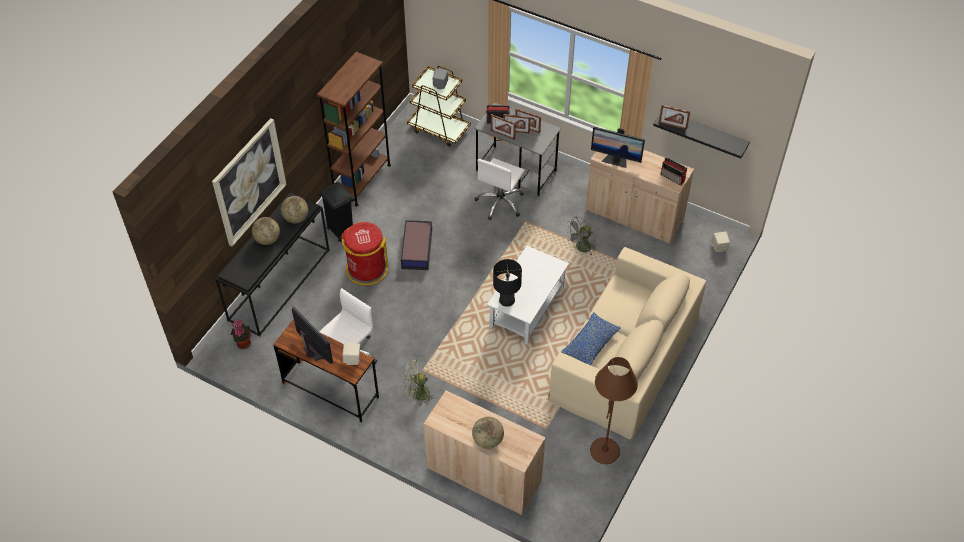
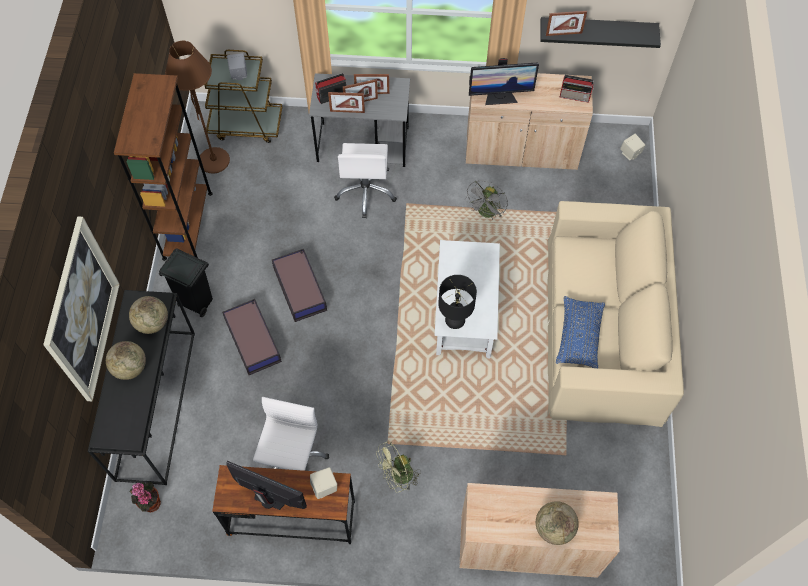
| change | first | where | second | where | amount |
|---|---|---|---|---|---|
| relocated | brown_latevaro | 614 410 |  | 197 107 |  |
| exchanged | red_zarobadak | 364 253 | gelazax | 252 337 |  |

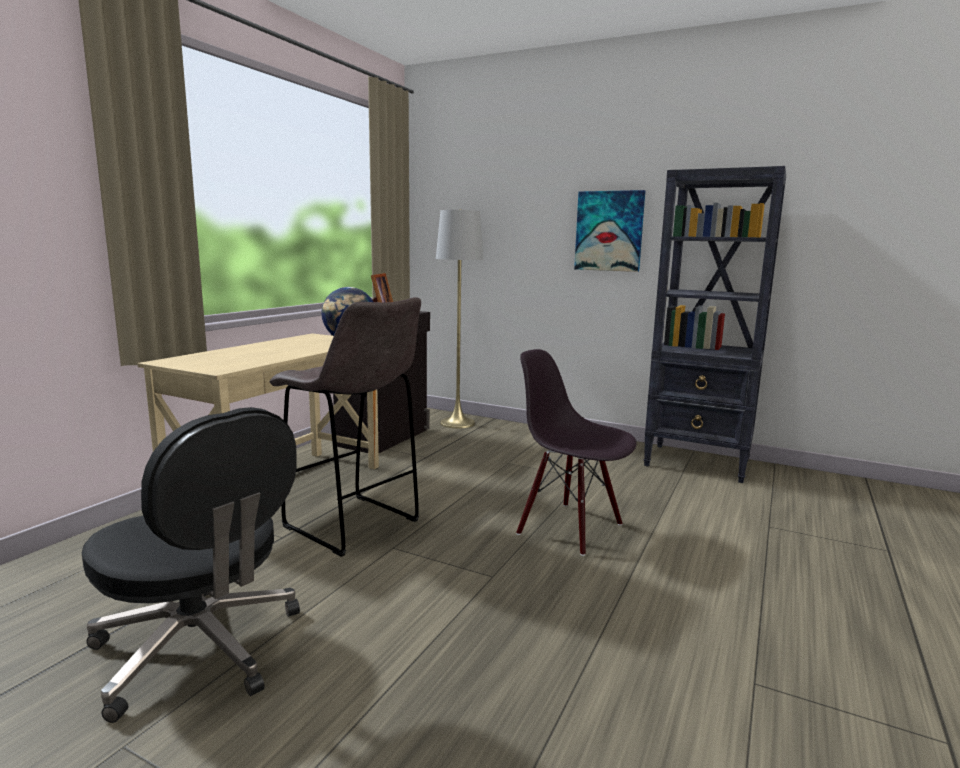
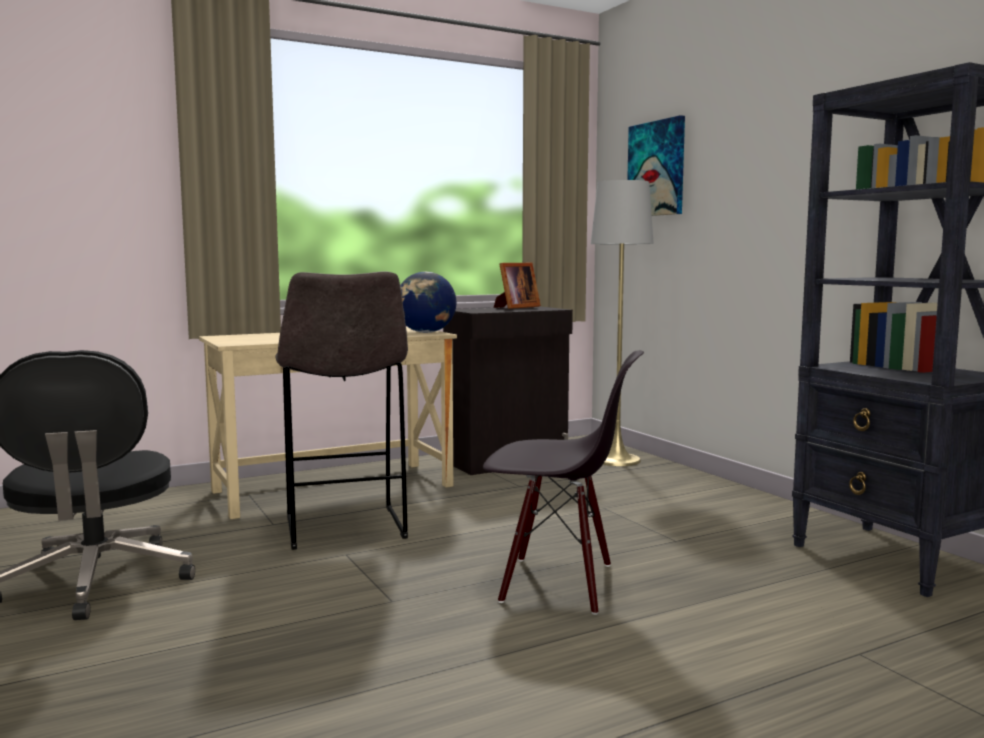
| change | first | where | second | where | amount |
|---|---|---|---|---|---|
| relocated | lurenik | 609 231 |  | 656 165 |  |
| spun | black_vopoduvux | 576 452 |  | 563 482 | 120 degrees clockwise |

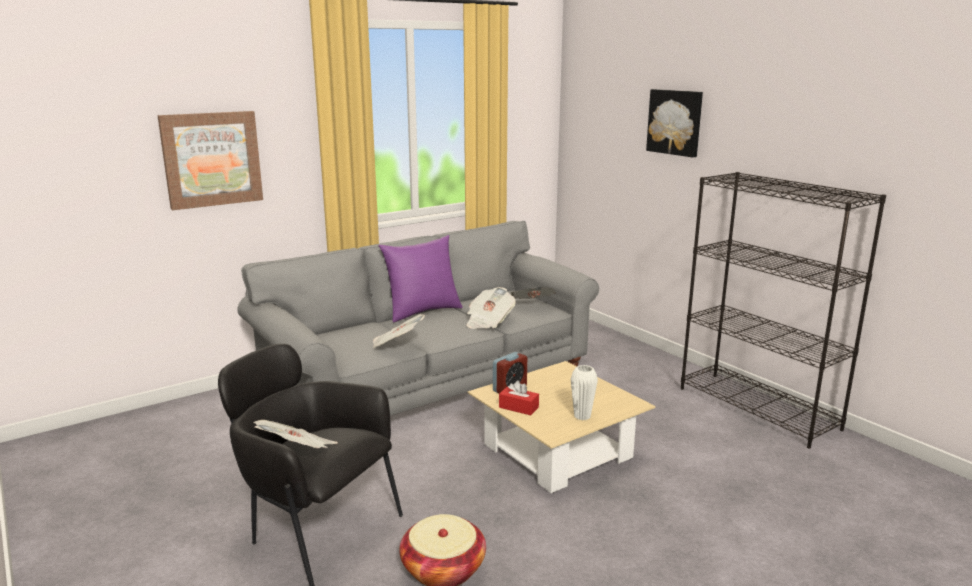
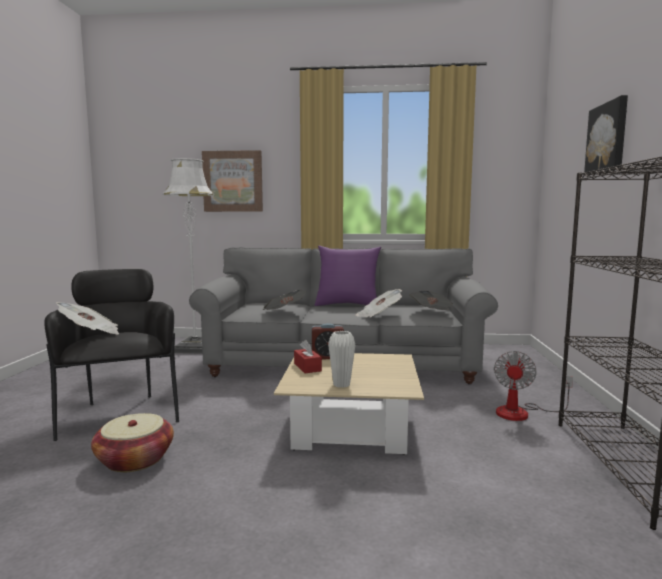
| change | first | where | second | where | amount |
|---|---|---|---|---|---|
| appeared |  |  | white_latevaro | 188 256 |  |
| appeared |  |  | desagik | 533 386 |  |

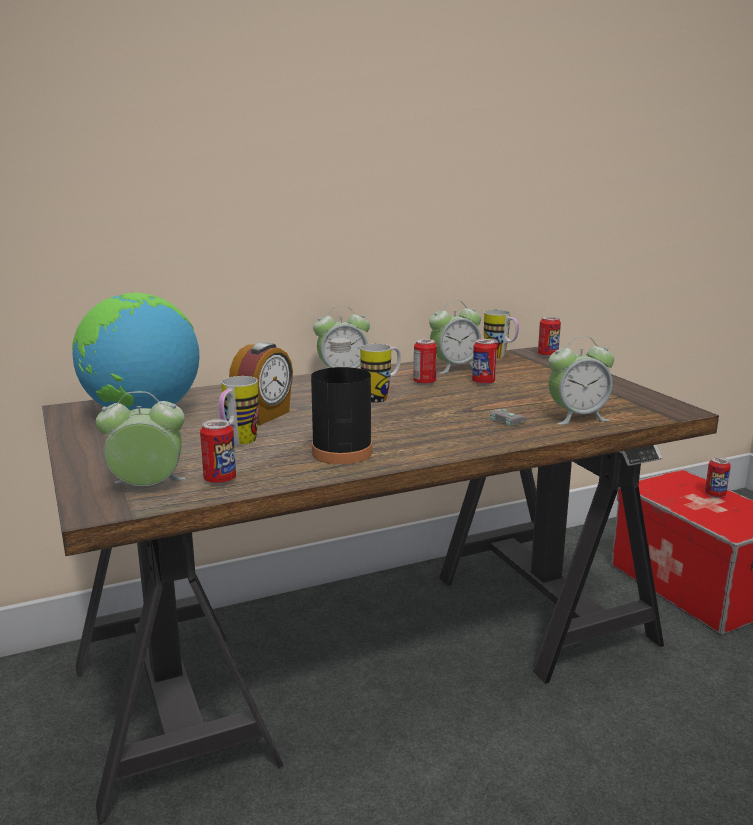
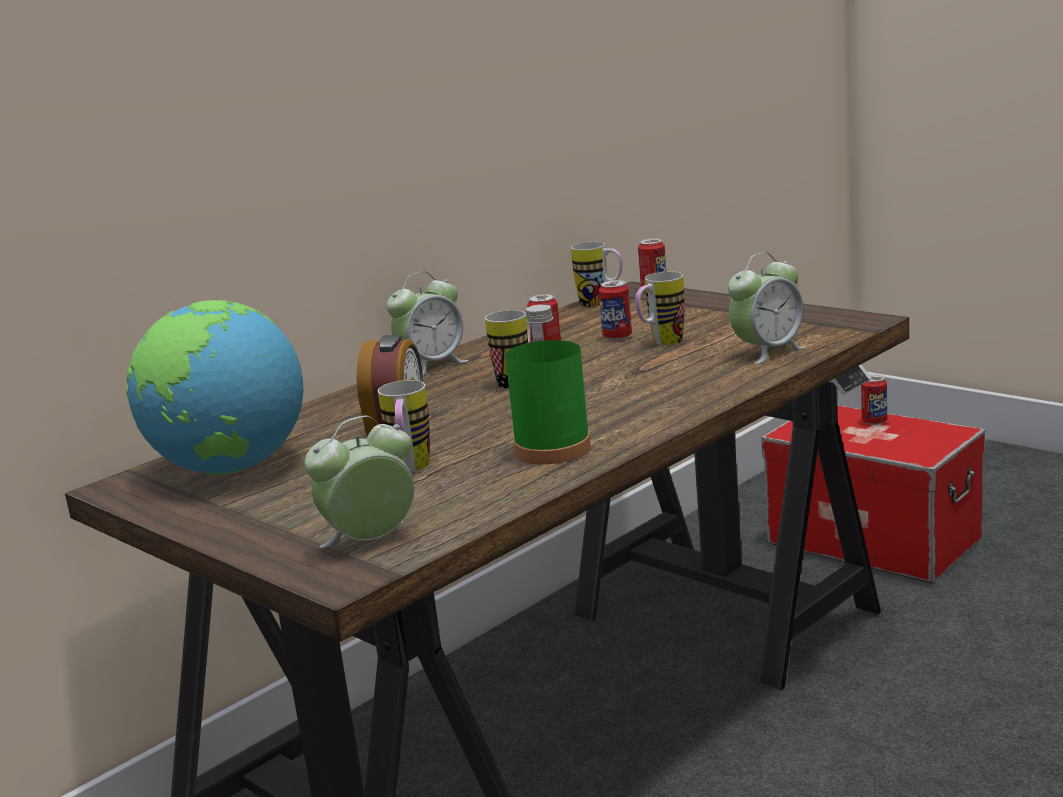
| change | first | where | second | where | amount |
|---|---|---|---|---|---|
| missing | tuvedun | 218 451 |  |  |  |
| missing | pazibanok | 455 337 |  |  |  |
| missing | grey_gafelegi | 485 423 |  |  |  |
| appeared |  |  | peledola | 660 308 |  |
| colour | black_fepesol | 341 401 | green_fepesol | 548 384 |  |

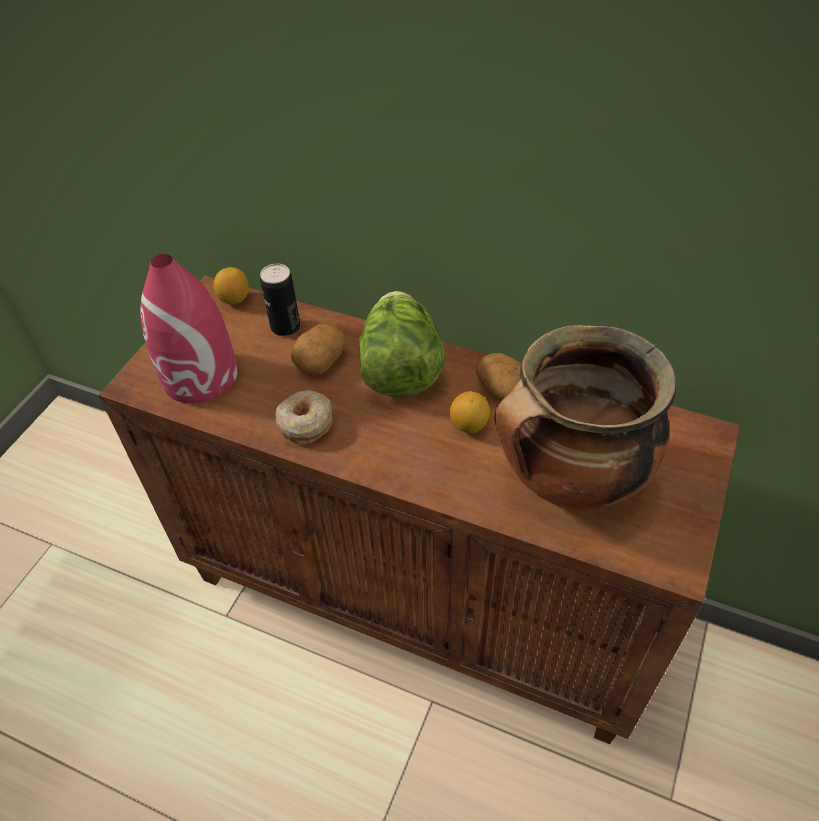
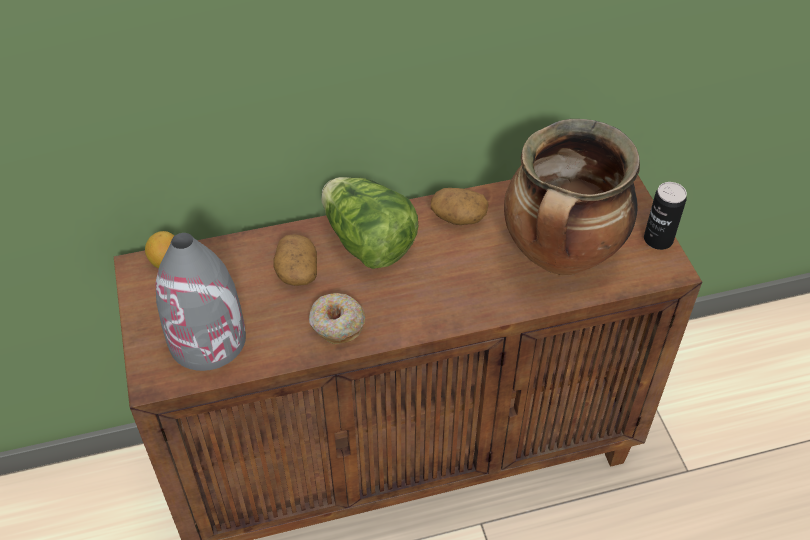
| change | first | where | second | where | amount |
|---|---|---|---|---|---|
| missing | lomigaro | 470 412 |  |  |  |
| relocated | tuvedun | 280 300 |  | 665 216 |  |
| colour | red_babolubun | 189 329 | grey_babolubun | 201 302 |  |

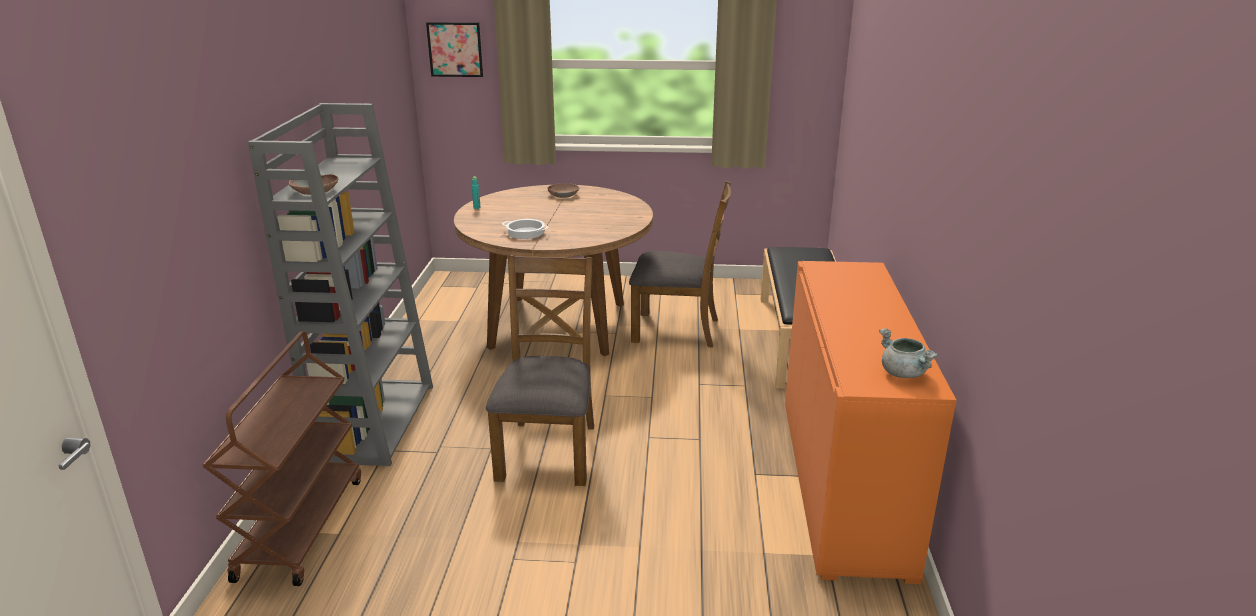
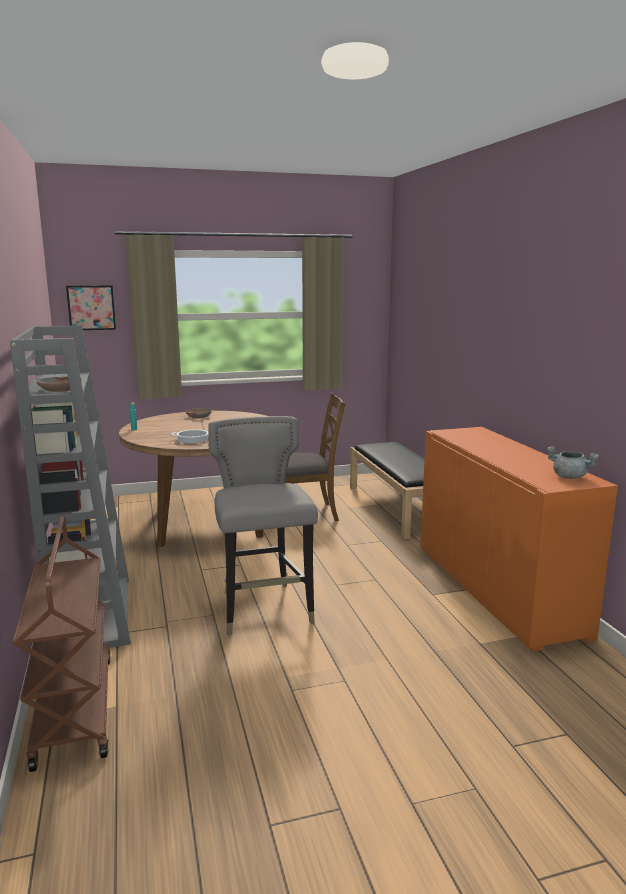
| change | first | where | second | where | amount |
|---|---|---|---|---|---|
| exchanged | brown_vopoduvux | 539 370 | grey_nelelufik | 263 526 |  |

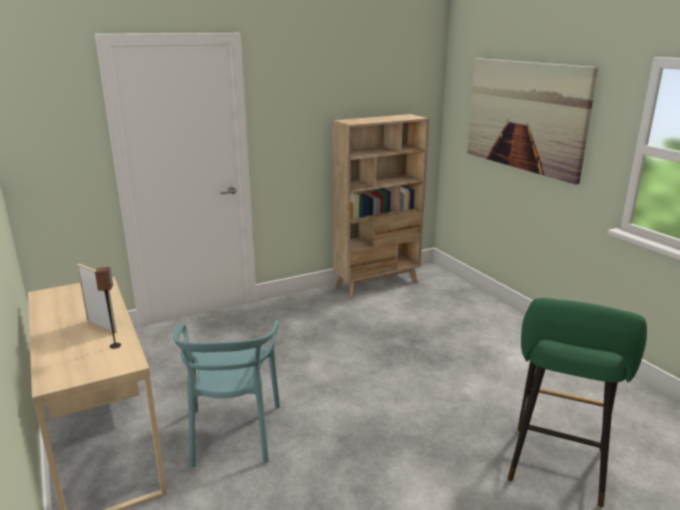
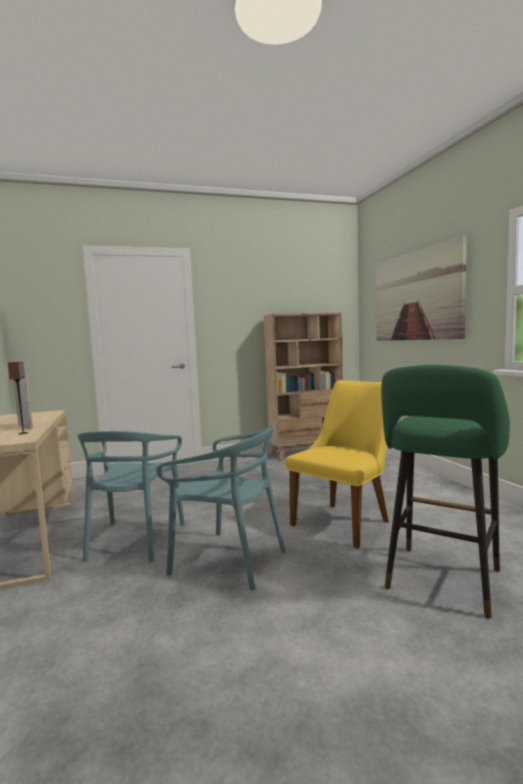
| change | first | where | second | where | amount |
|---|---|---|---|---|---|
| appeared |  |  | turquoise_vopoduvux | 221 508 |  |
| appeared |  |  | yellow_vopoduvux | 337 464 |  |

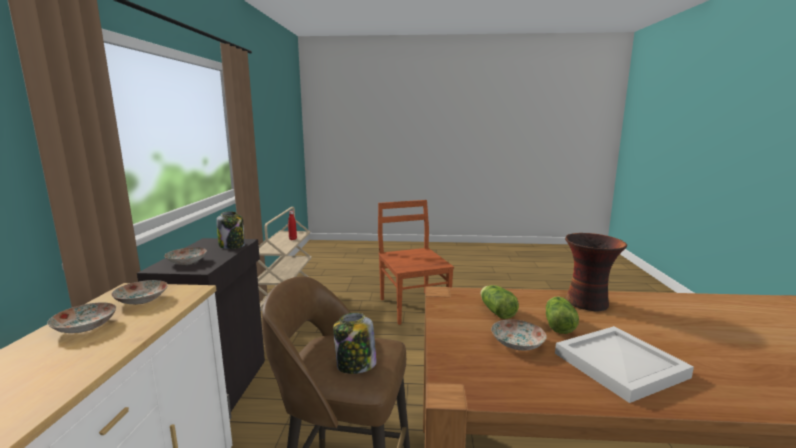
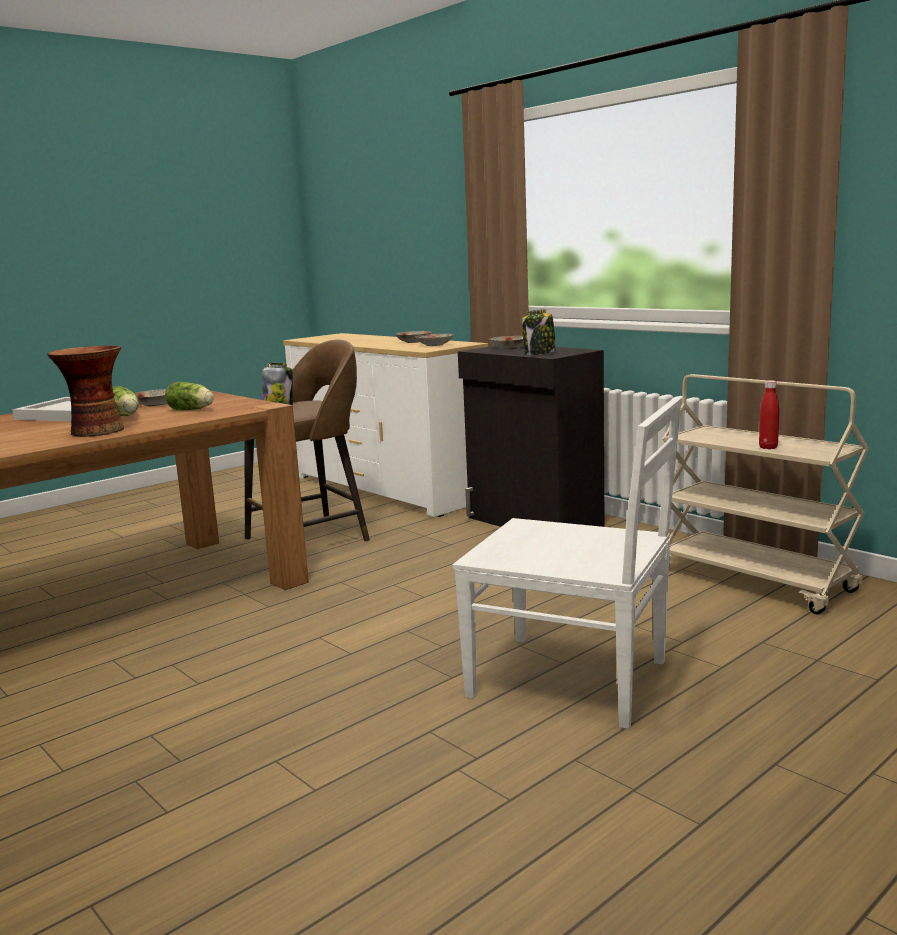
| change | first | where | second | where | amount |
|---|---|---|---|---|---|
| colour | brown_vopoduvux | 416 262 | white_vopoduvux | 567 562 |  |

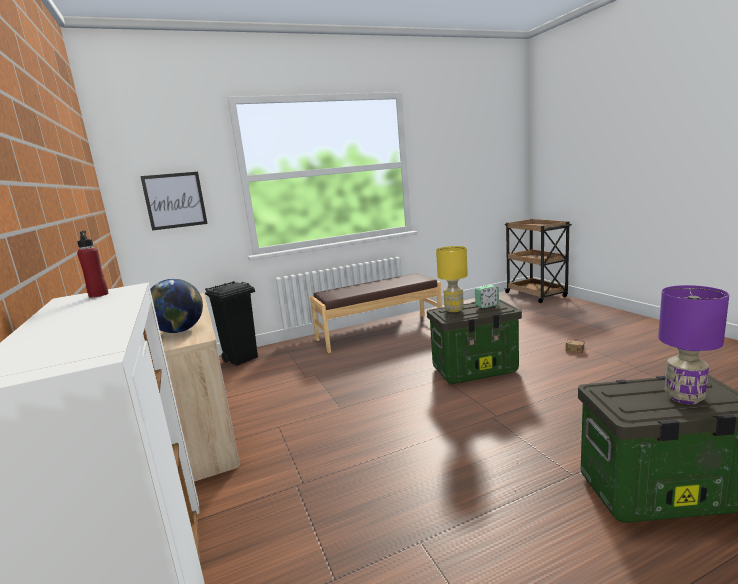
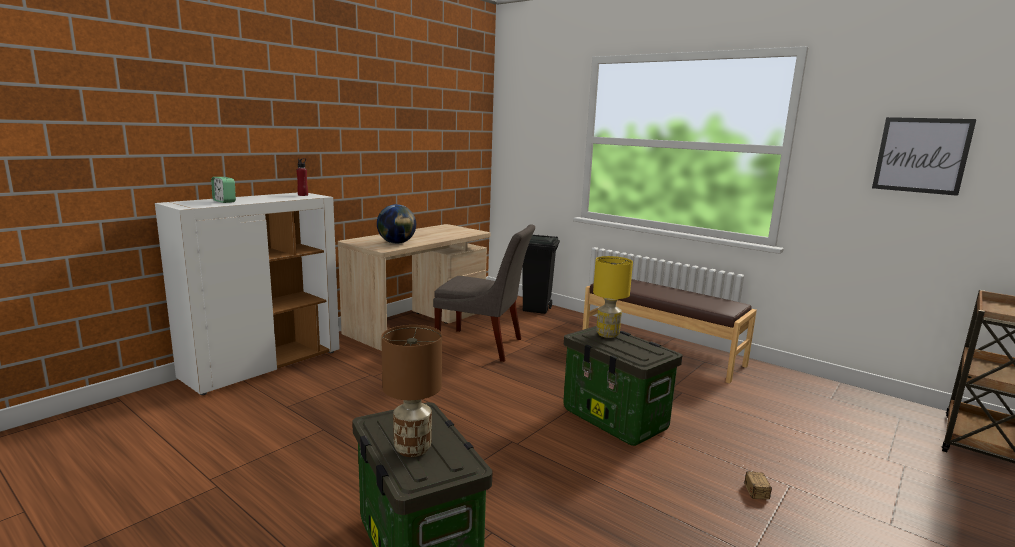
| change | first | where | second | where | amount |
|---|---|---|---|---|---|
| appeared |  |  | grey_vopoduvux | 484 293 |  |
| relocated | lurenik | 174 201 |  | 924 156 |  |
| relocated | pazibanok | 487 296 |  | 223 190 |  |
| colour | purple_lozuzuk | 693 344 | brown_lozuzuk | 411 391 |  |

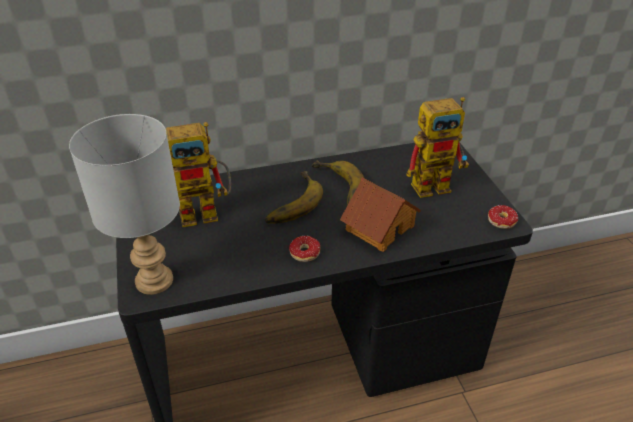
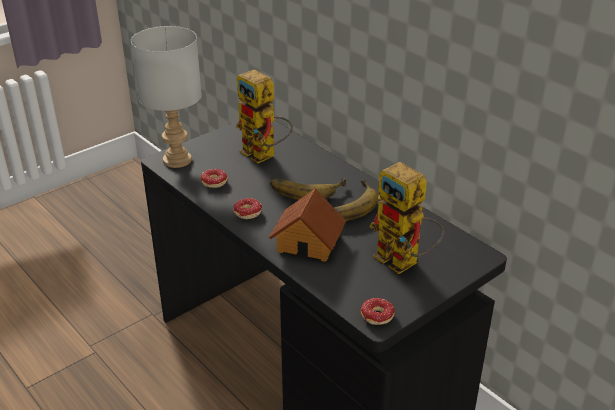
| change | first | where | second | where | amount |
|---|---|---|---|---|---|
| appeared |  |  | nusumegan | 214 178 |  |

